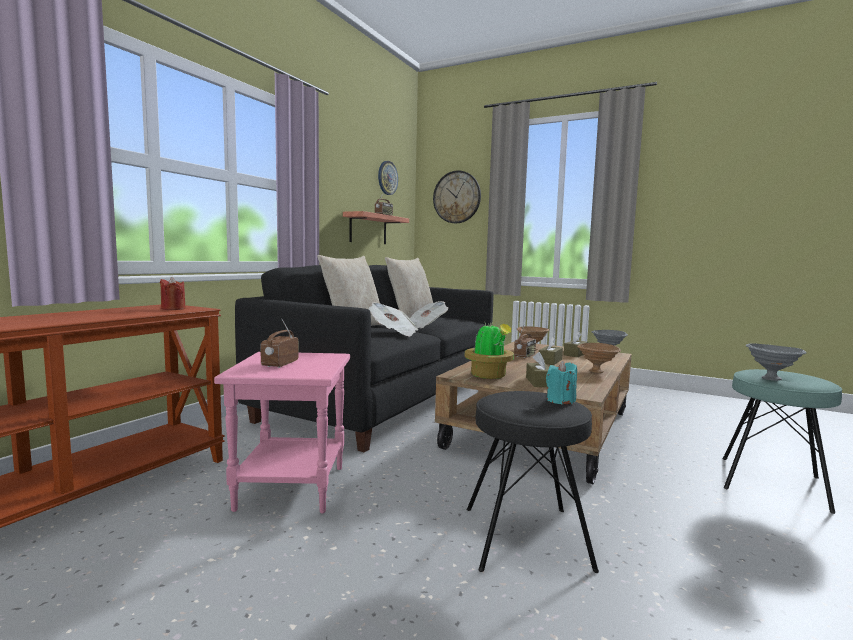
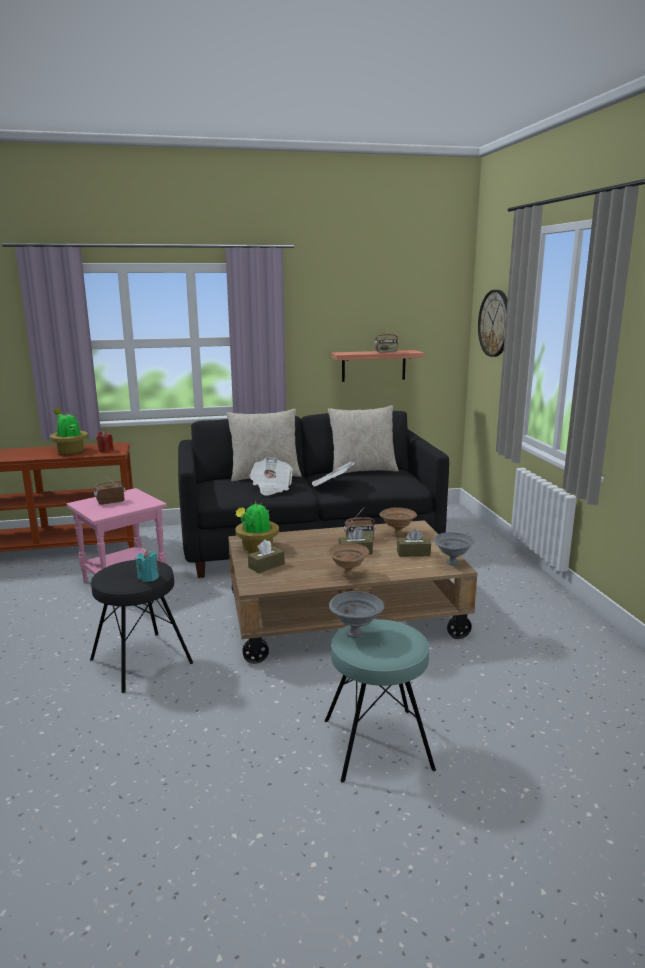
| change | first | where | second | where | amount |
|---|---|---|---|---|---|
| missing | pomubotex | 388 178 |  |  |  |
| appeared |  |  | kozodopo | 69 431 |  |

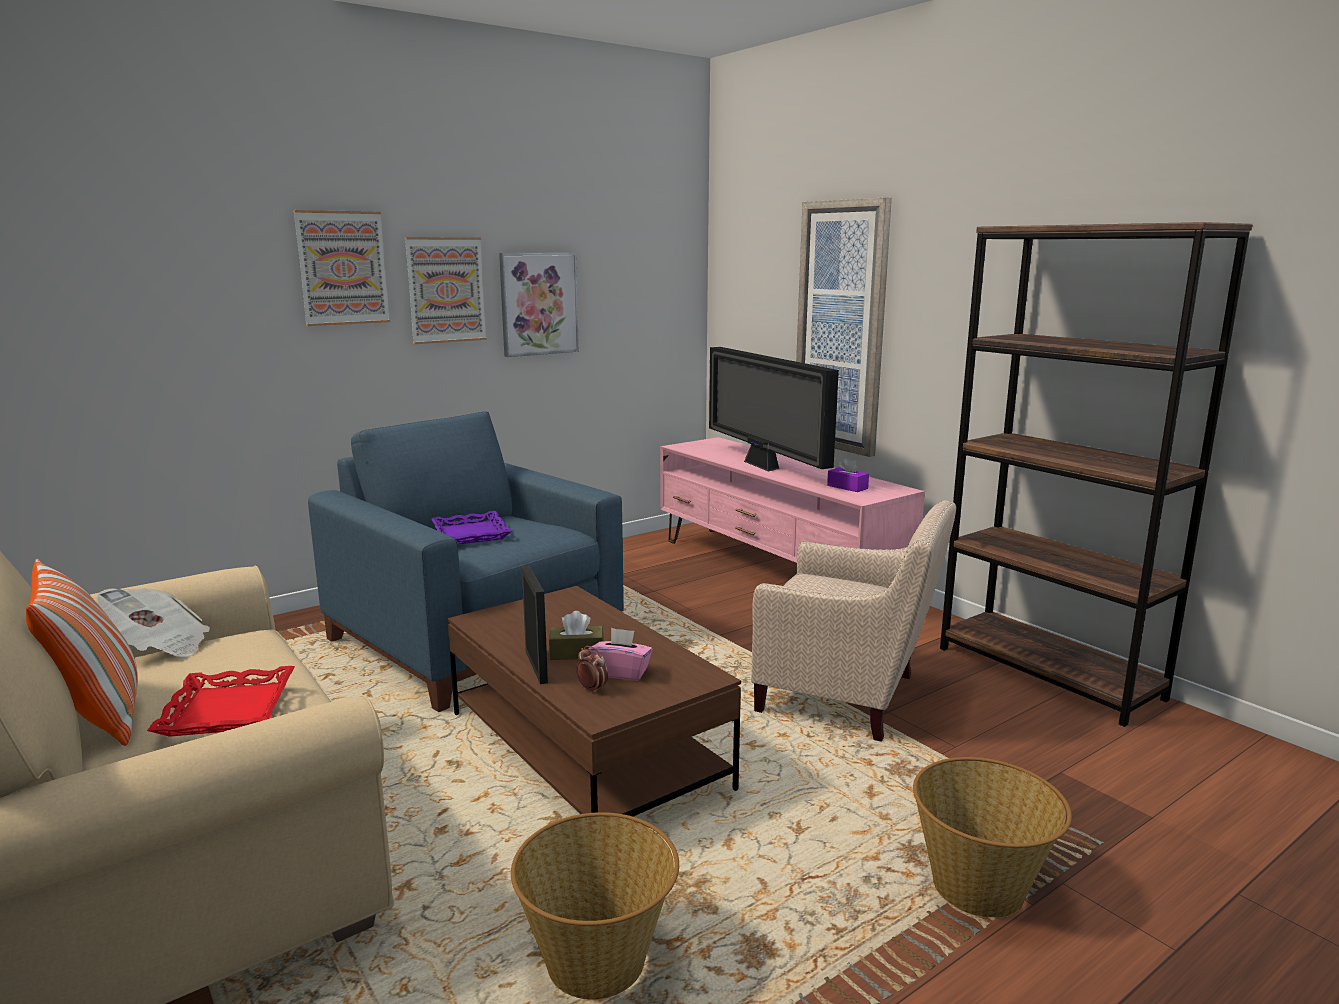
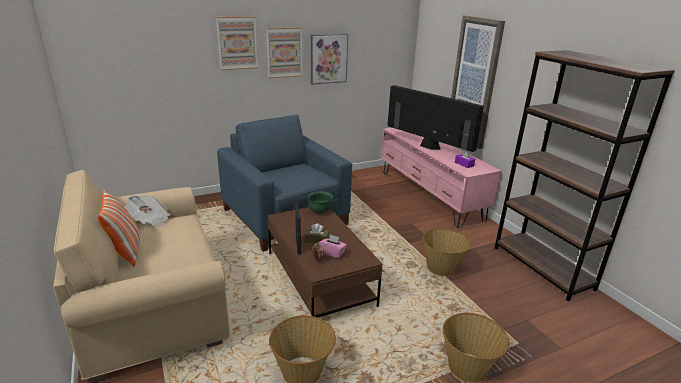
| change | first | where | second | where | amount |
|---|---|---|---|---|---|
| missing | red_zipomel | 221 701 |  |  |  |
| missing | purple_zipomel | 471 527 |  |  |  |
| appeared |  |  | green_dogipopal | 320 202 |  |
| exchanged | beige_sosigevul | 853 621 | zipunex | 446 252 |  |
| spun | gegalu | 774 409 |  | 436 118 | 150 degrees clockwise |

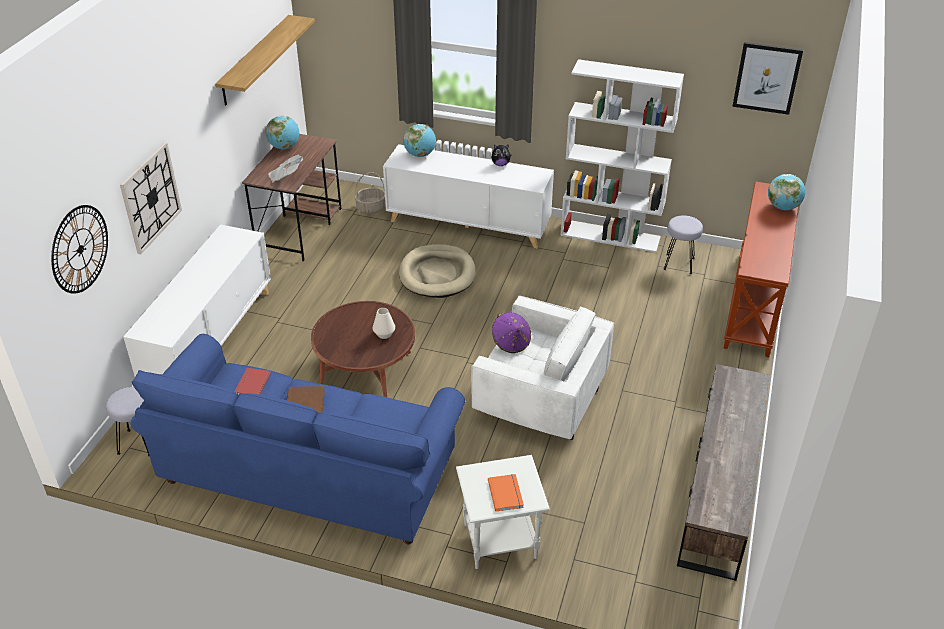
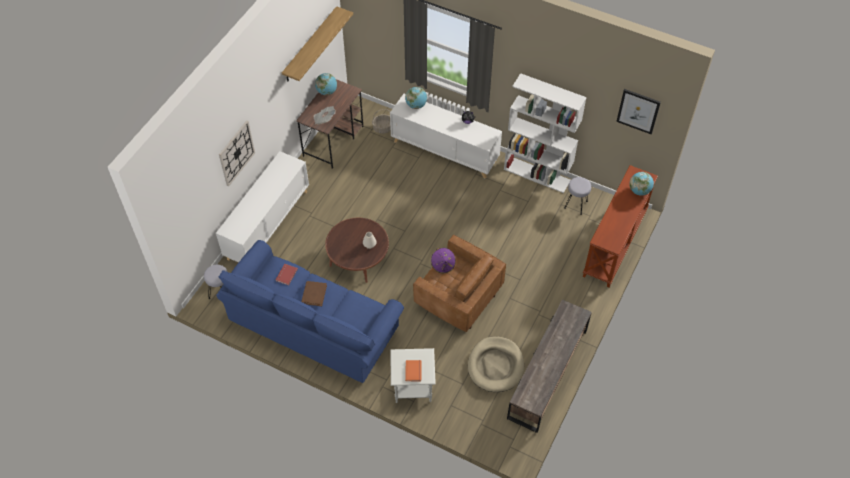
| change | first | where | second | where | amount |
|---|---|---|---|---|---|
| missing | pomubotex | 79 249 |  |  |  |
| relocated | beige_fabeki | 437 271 |  | 496 364 |  |
| colour | white_sosigevul | 542 368 | brown_sosigevul | 459 283 |  |

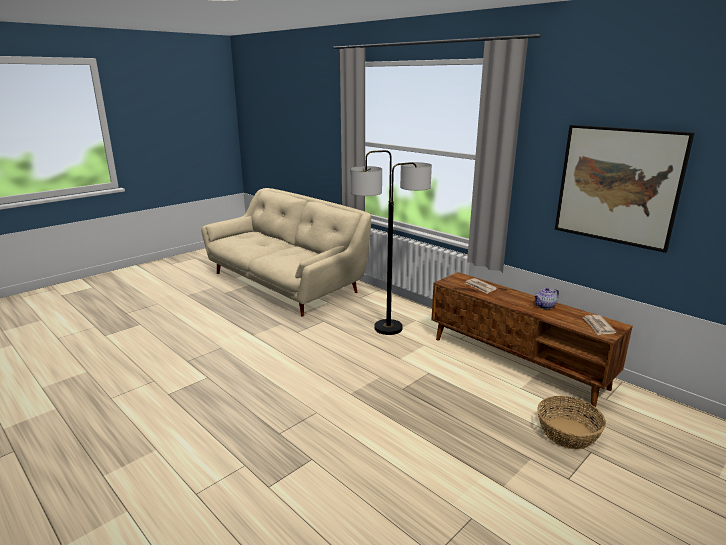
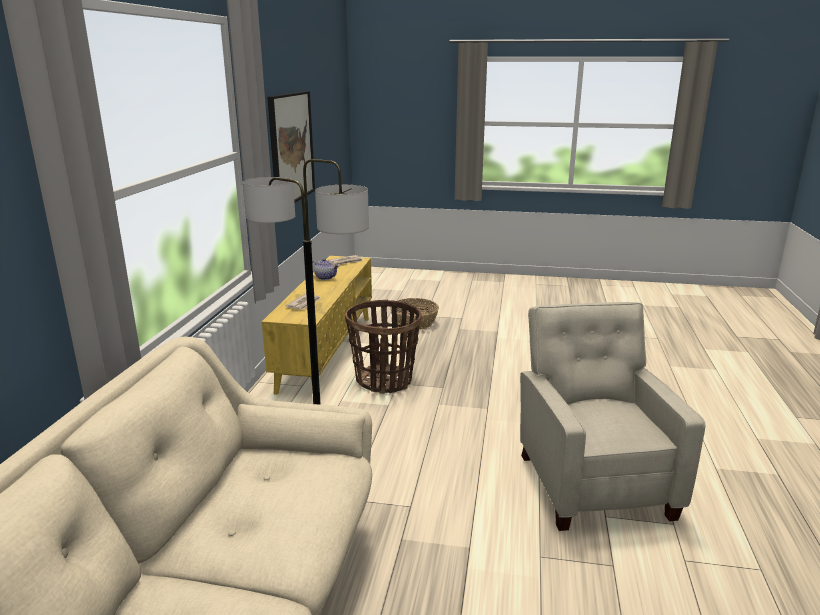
| change | first | where | second | where | amount |
|---|---|---|---|---|---|
| appeared |  |  | zipunex | 383 347 |  |
| appeared |  |  | beige_sosigevul | 612 416 |  |
| colour | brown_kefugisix | 532 339 | yellow_kefugisix | 317 325 |  |

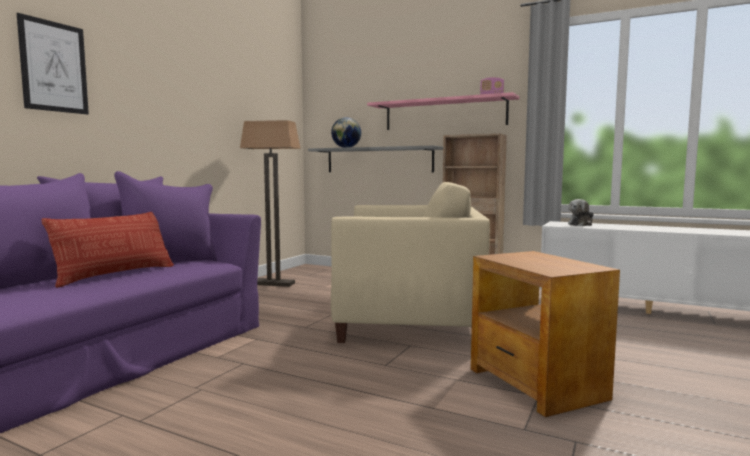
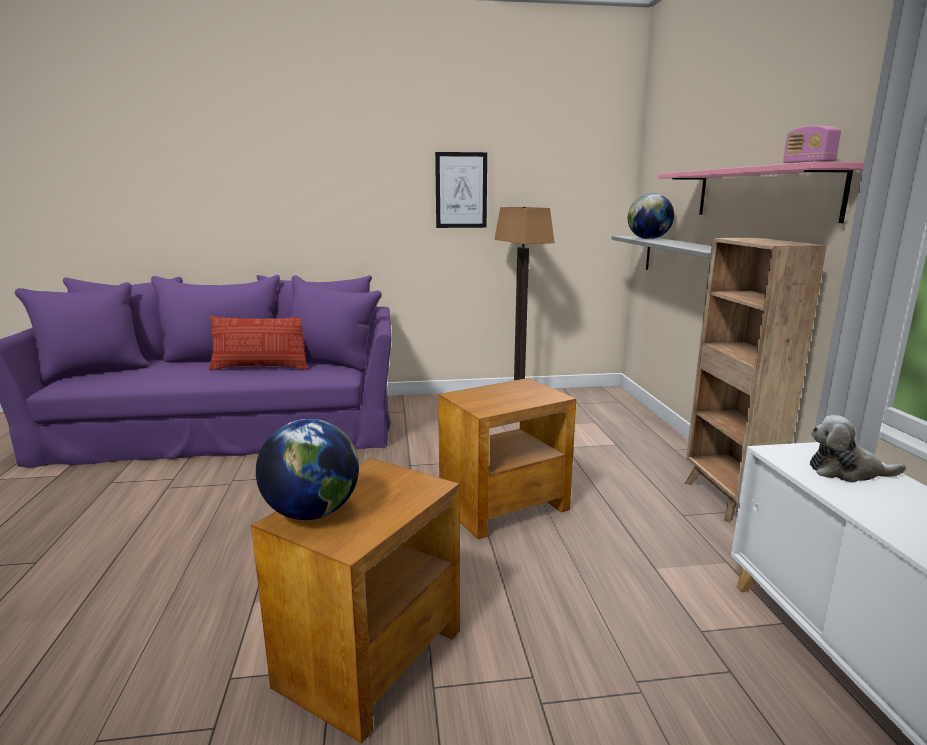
| change | first | where | second | where | amount |
|---|---|---|---|---|---|
| appeared |  |  | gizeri | 307 469 |  |
| relocated | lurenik | 53 64 |  | 461 190 |  |
| exchanged | beige_sosigevul | 410 262 | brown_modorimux | 507 458 |  |

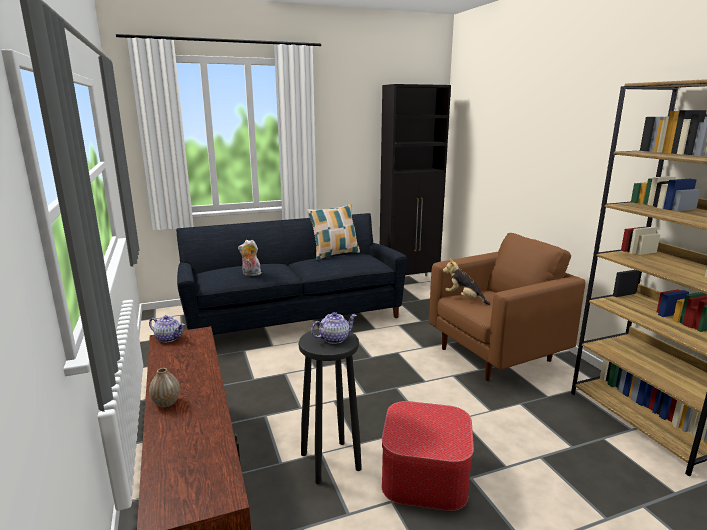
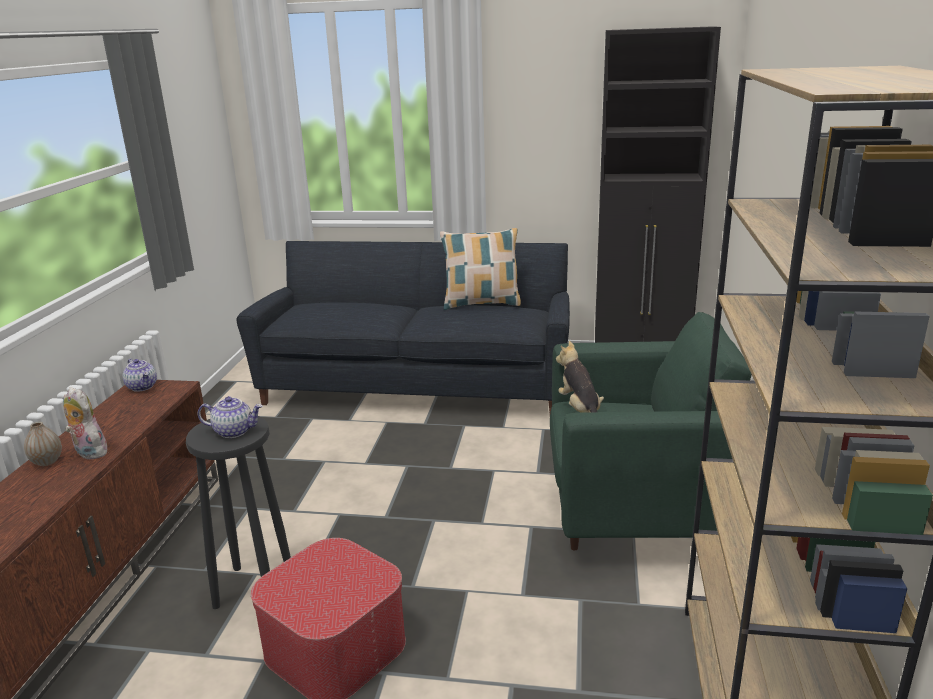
| change | first | where | second | where | amount |
|---|---|---|---|---|---|
| relocated | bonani | 249 258 |  | 85 423 |  |
| colour | brown_sosigevul | 507 307 | green_sosigevul | 651 431 |  |

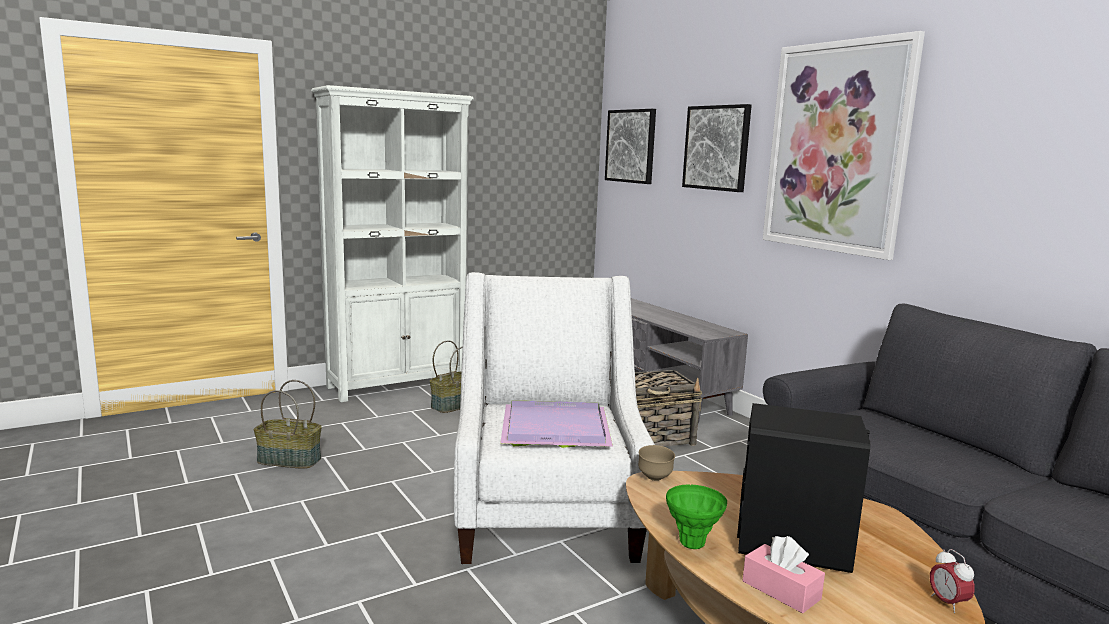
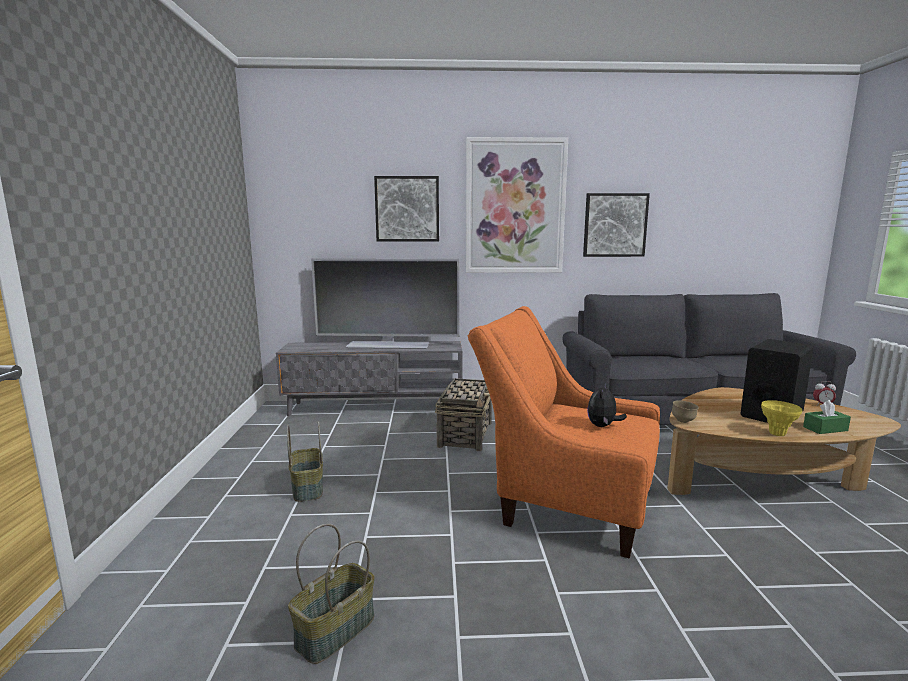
| change | first | where | second | where | amount |
|---|---|---|---|---|---|
| missing | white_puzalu | 392 243 |  |  |  |
| appeared |  |  | gegalu | 385 303 |  |
| relocated | lurenik | 630 146 |  | 616 225 |  |
| exchanged | purple_zipomel | 556 424 | bonani | 607 404 |  |
| colour | white_sosigevul | 554 418 | orange_sosigevul | 564 432 |  |
| colour | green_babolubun | 696 516 | yellow_babolubun | 782 418 |  |
| colour | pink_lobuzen | 783 574 | green_lobuzen | 827 417 |  |

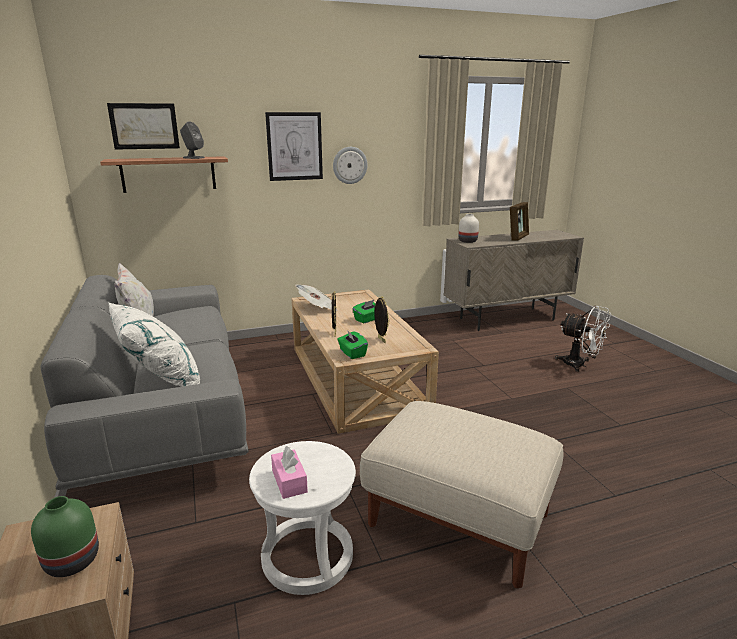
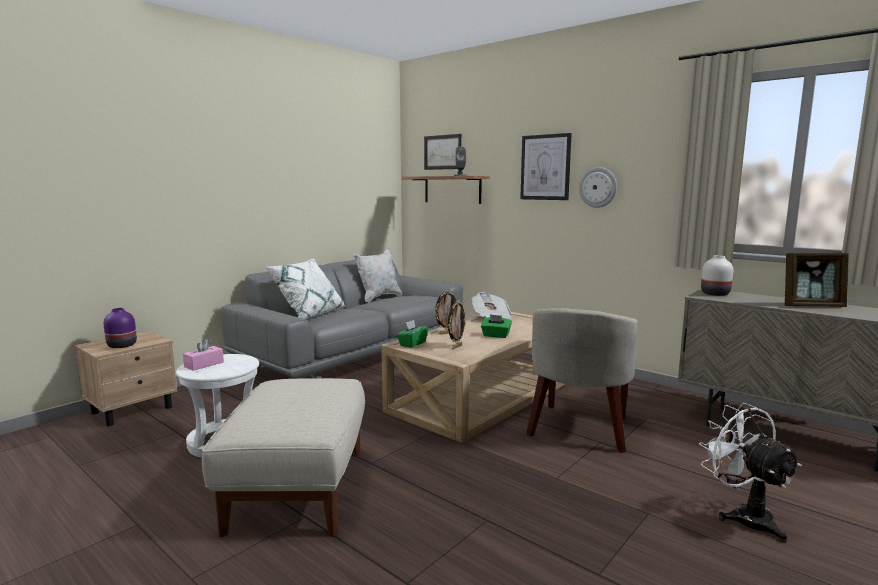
| change | first | where | second | where | amount |
|---|---|---|---|---|---|
| appeared |  |  | beige_sosigevul | 582 380 |  |
| colour | green_babolubun | 65 536 | purple_babolubun | 120 328 |  |
| spun | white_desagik | 583 339 |  | 750 473 | 150 degrees clockwise |

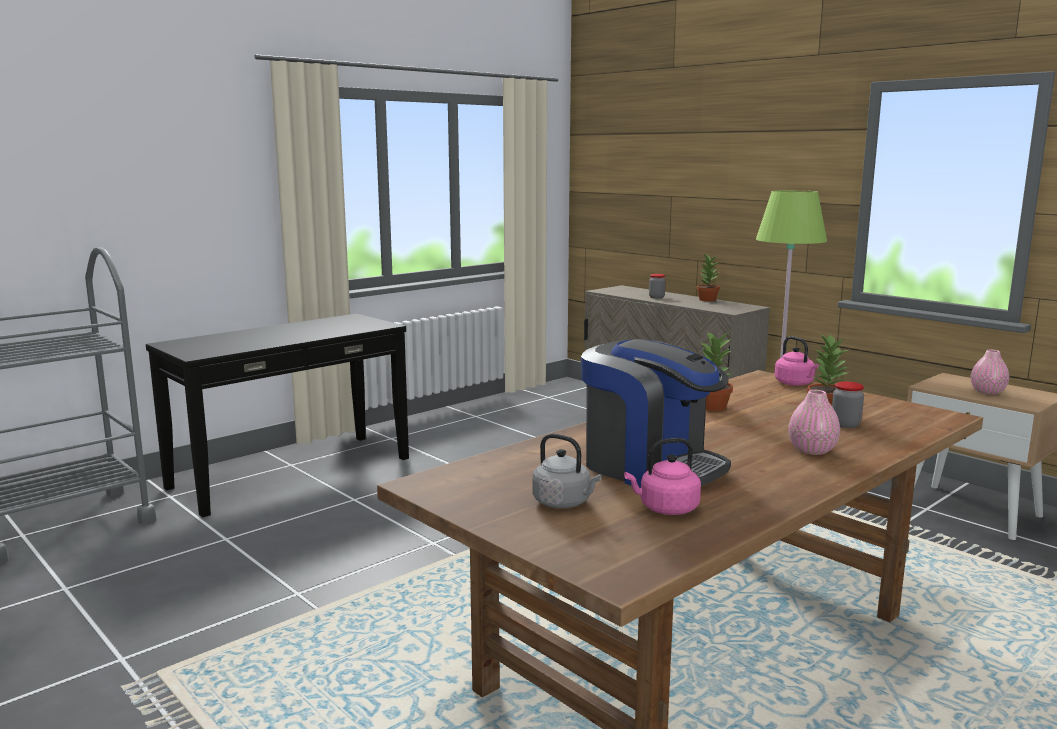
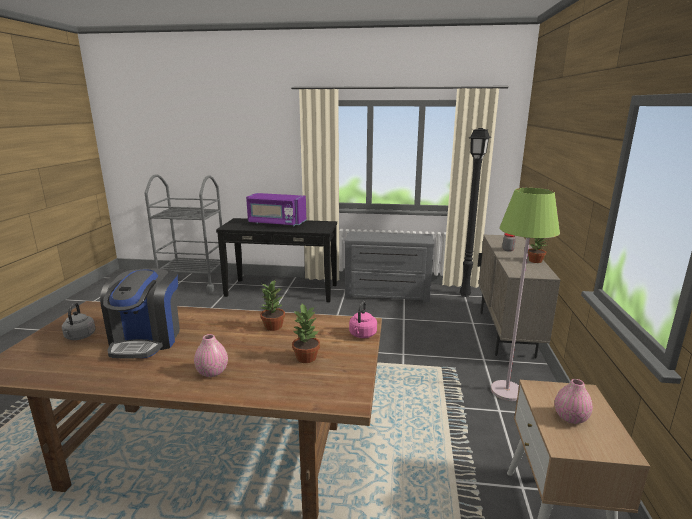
| change | first | where | second | where | amount |
|---|---|---|---|---|---|
| missing | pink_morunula | 662 476 |  |  |  |
| missing | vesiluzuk | 848 404 |  |  |  |
| appeared |  |  | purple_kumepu | 276 209 |  |
| appeared |  |  | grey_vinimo | 389 267 |  |
| appeared |  |  | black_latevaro | 476 212 |  |

